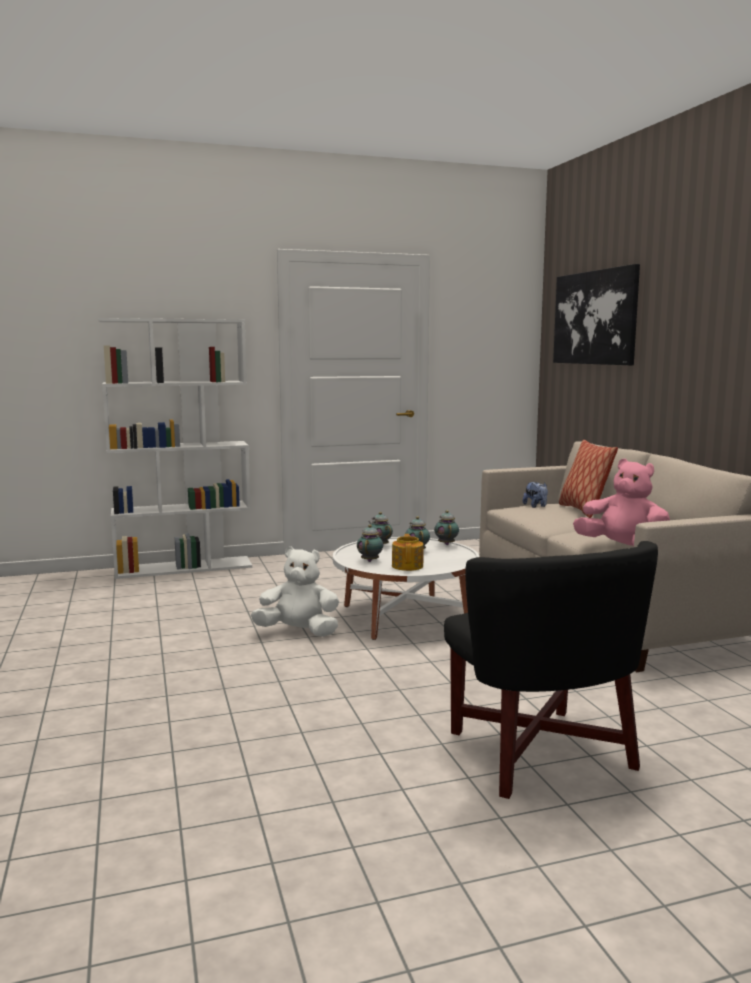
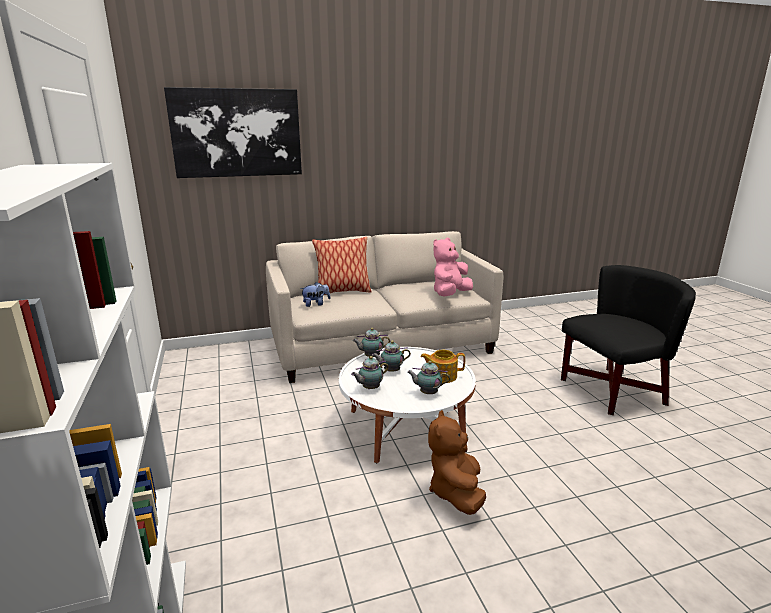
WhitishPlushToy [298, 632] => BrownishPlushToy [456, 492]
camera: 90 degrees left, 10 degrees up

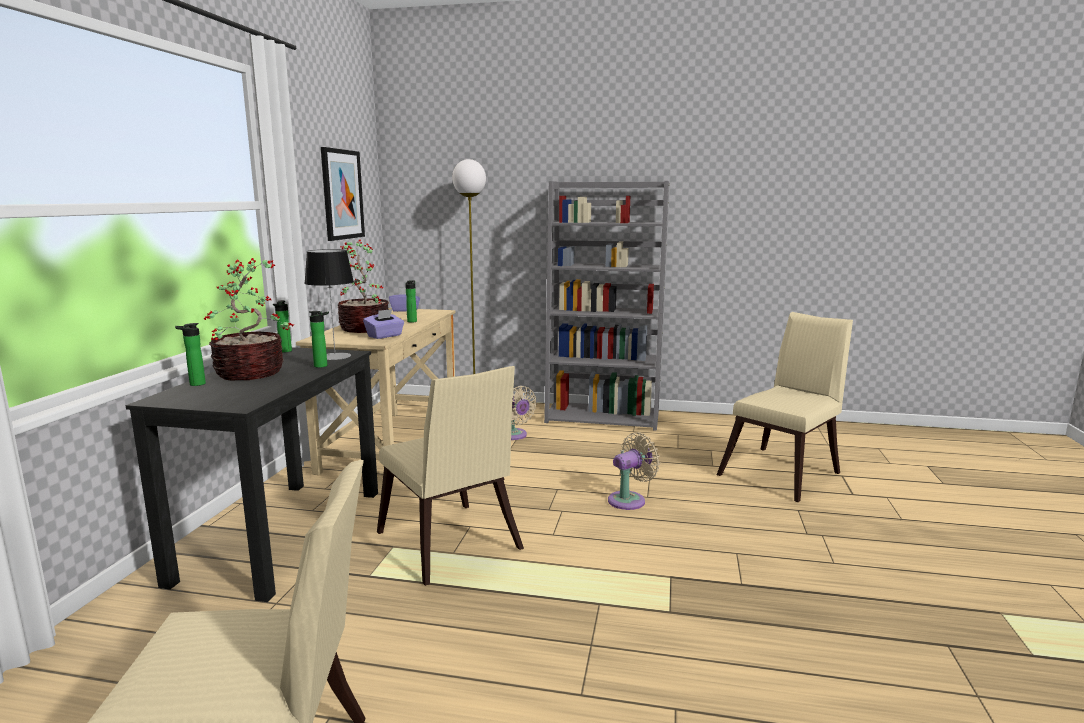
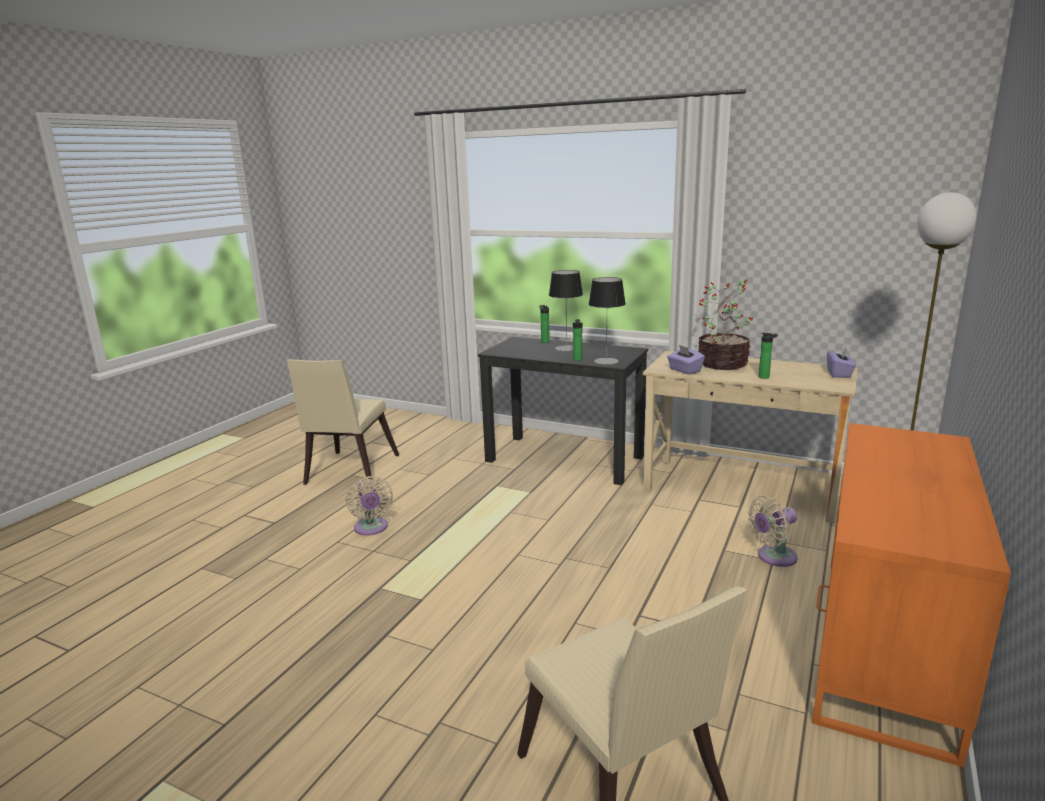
DrinkBottle [284, 351] => nothing
Picture [342, 194] => nothing
SandColouredUprightChair [450, 546] => nothing
SandColouredFan [630, 500] => SandColouredFan [371, 529], moved
Houseplant [252, 373] => LampForATable [566, 348]
GreyShelvingUnit [604, 416] => OrangeDesk [883, 646]
camera: 105 degrees right, 5 degrees up

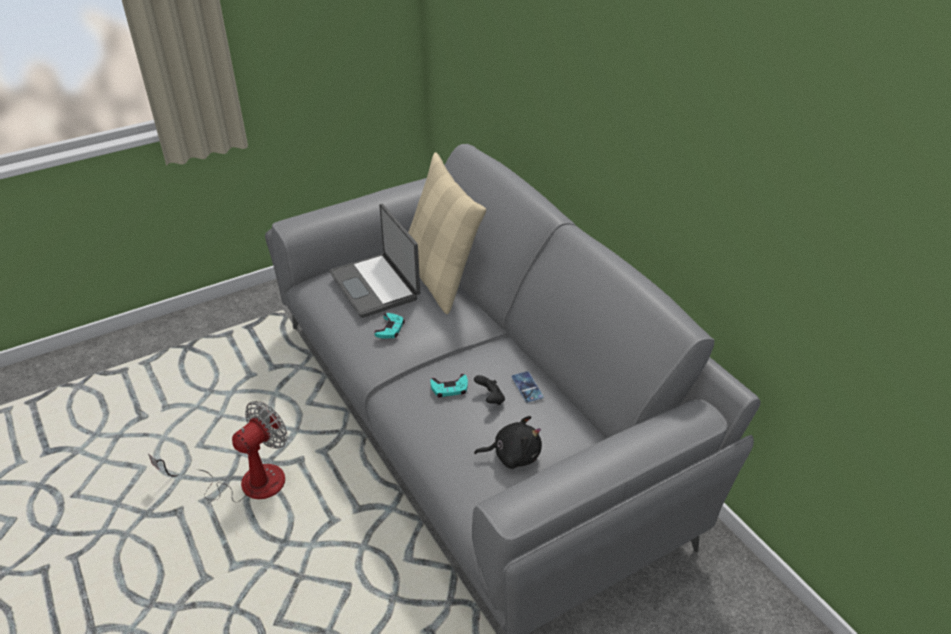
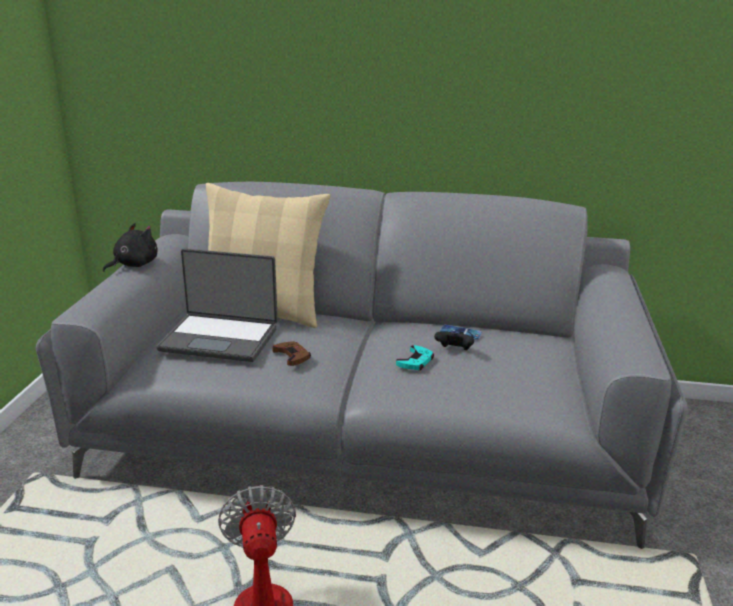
BlackPlushToy [513, 455] => BlackPlushToy [133, 265], moved
BlueGreenGameController [390, 329] => BrownishGameController [292, 356]
camera: 50 degrees left, 15 degrees down

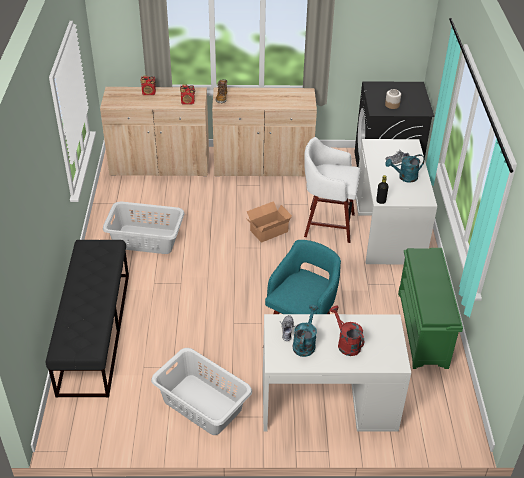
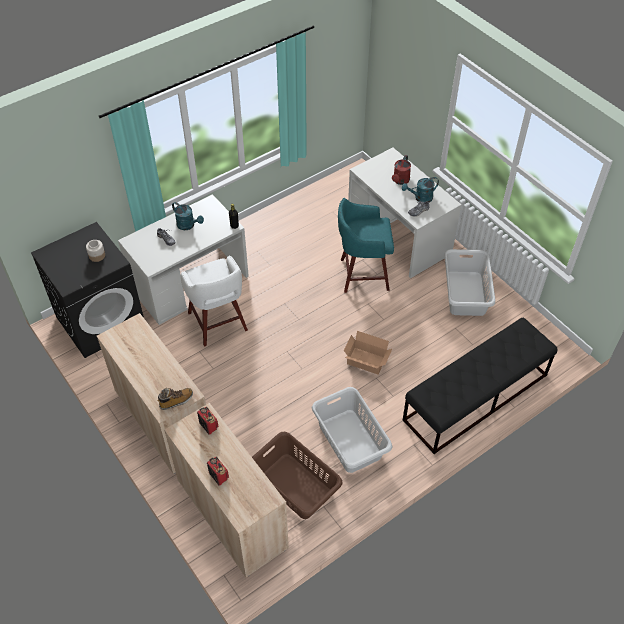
GreenishShoeStand [423, 330] => nothing
nothing => BrownishHamper [295, 486]
CardboardBox [267, 230] => CardboardBox [366, 362], moved
camera: 125 degrees left, 10 degrees up

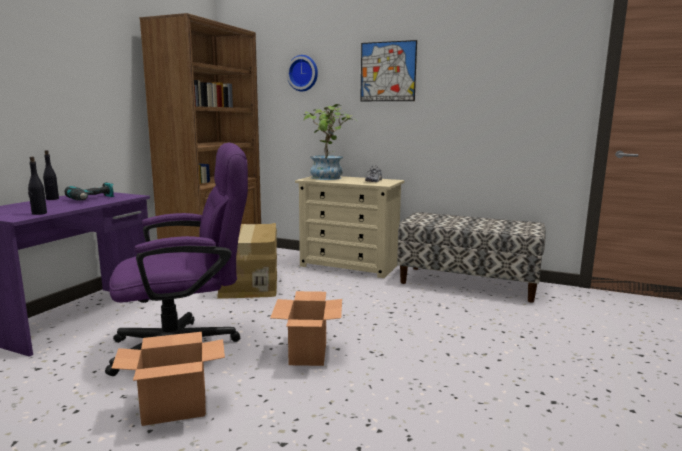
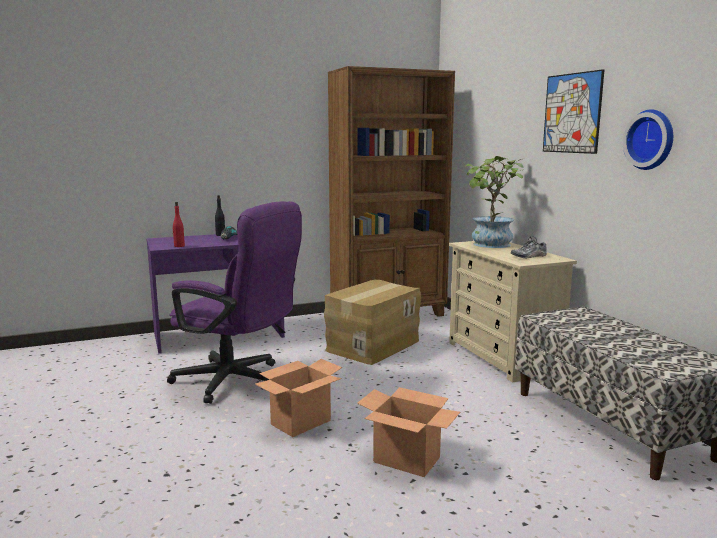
CardboardBox [176, 408] => CardboardBox [407, 460], moved
HangingClock [303, 73] => HangingClock [651, 139], moved
BlackDrinkBottle [39, 213] => RedDrinkBottle [179, 246]
camera: 45 degrees right, 0 degrees up

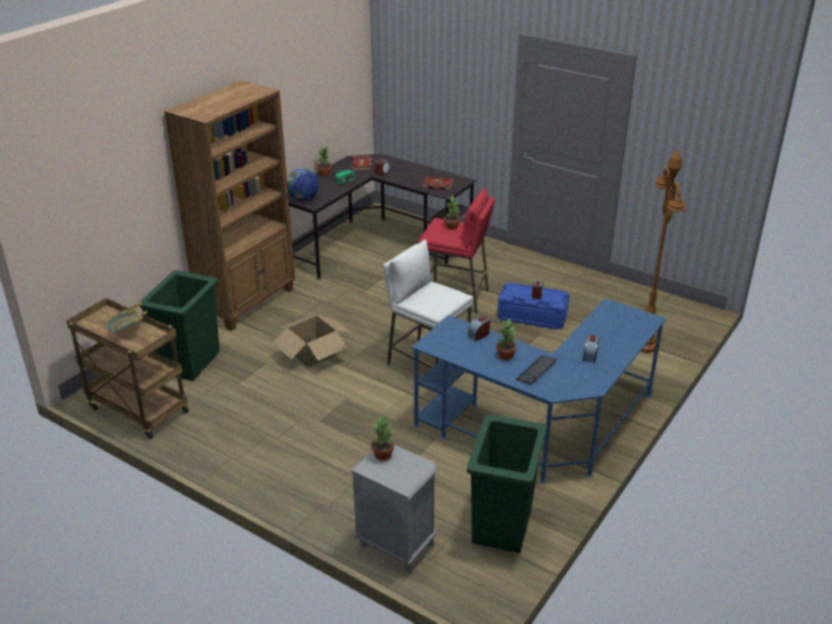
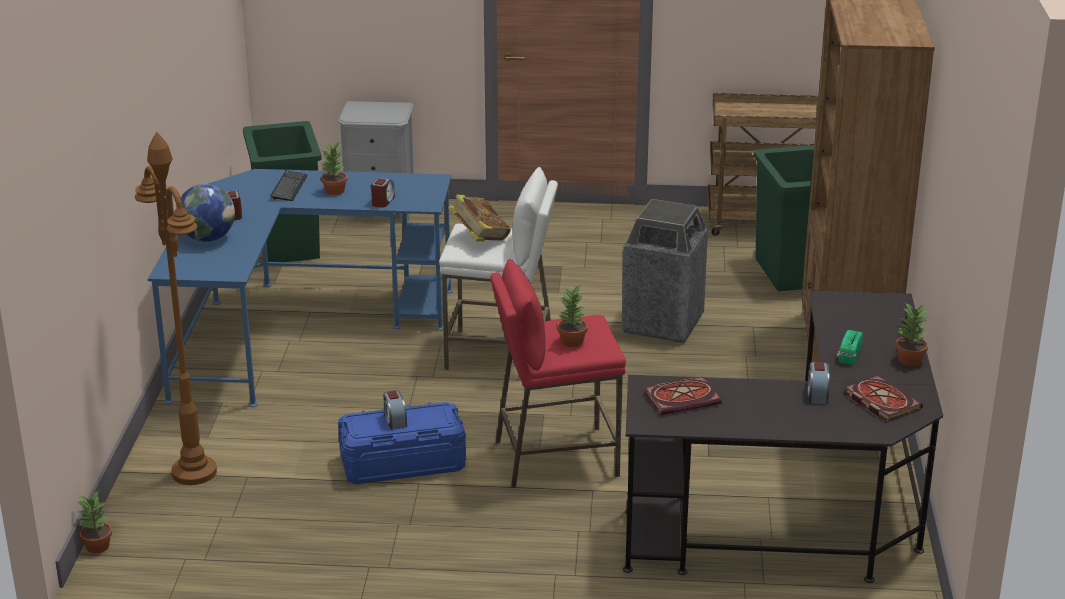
Volume [130, 331] => Volume [479, 238], moved
DeskGlobe [303, 199] => DeskGlobe [208, 238], moved
Houseplant [383, 455] => Houseplant [97, 547], moved
CardboardBox [313, 352] => TrashCan [663, 323]
camera: 150 degrees right, 5 degrees down

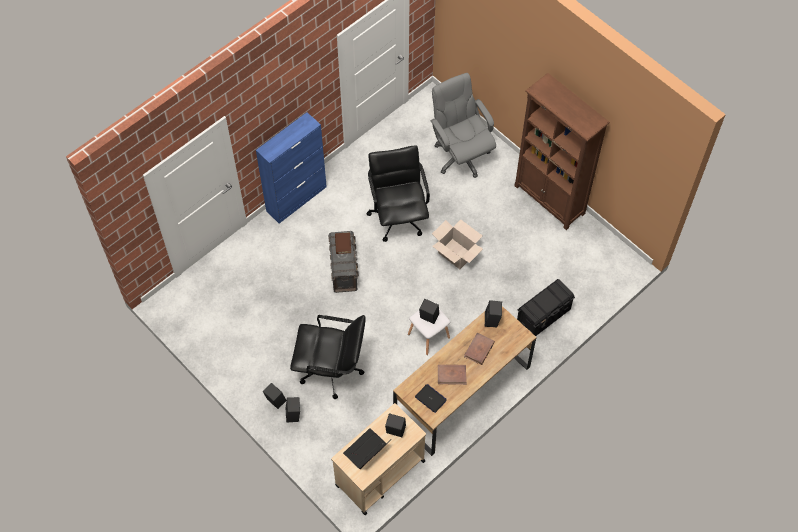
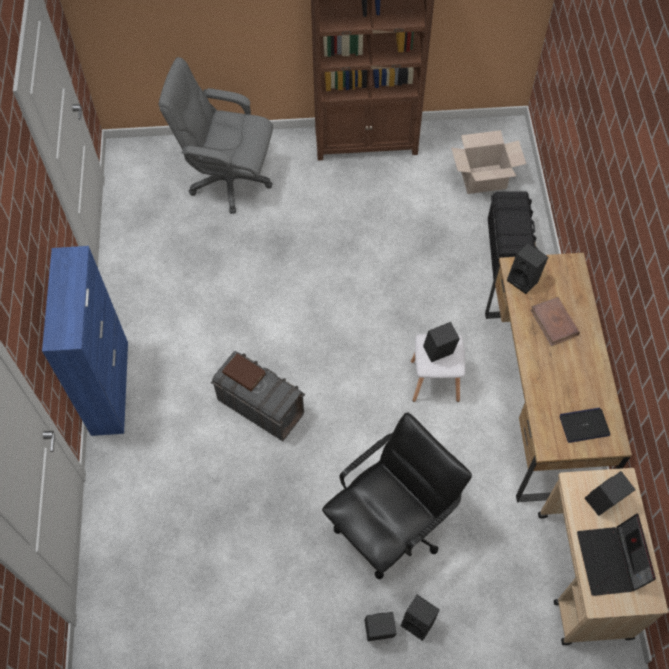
BlackOfficeChair [398, 216] => nothing
BrownishVolume [452, 375] => nothing
CardboardBox [456, 254] => CardboardBox [483, 179], moved
camera: 50 degrees left, 0 degrees up

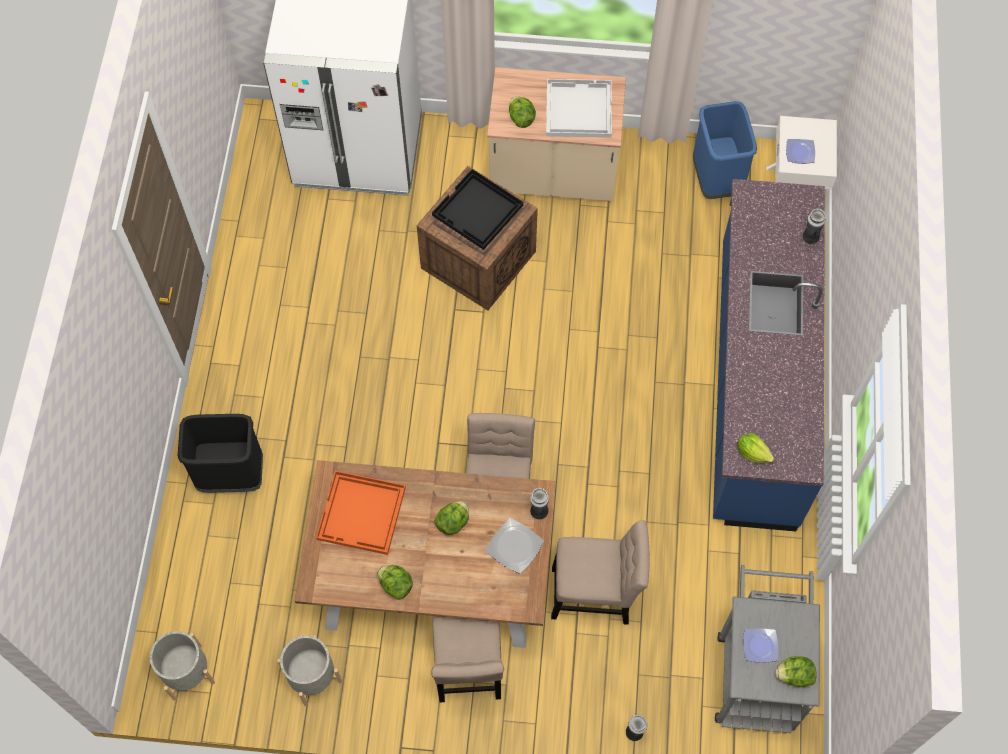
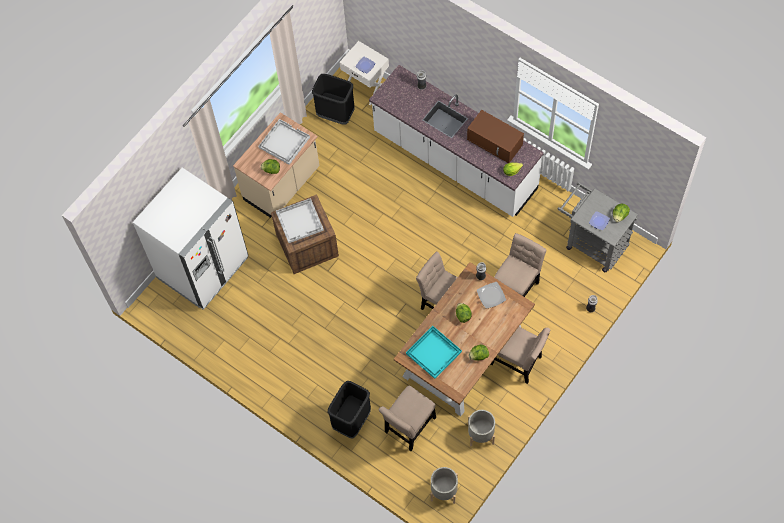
nothing => SandColouredUprightChair [409, 427]
nothing => BrownishMicrowaveOven [495, 142]
OrangeServingTray [362, 514] => BlueGreenServingTray [434, 352]
BlackServingTray [477, 211] => WhitishServingTray [300, 221]
BlueColouredTrashCan [717, 179] => BlackTrashCan [336, 114]
BlueColouredKitchenCounter [754, 383] => WhitishKitchenCounter [454, 162]
camera: 55 degrees left, 0 degrees up

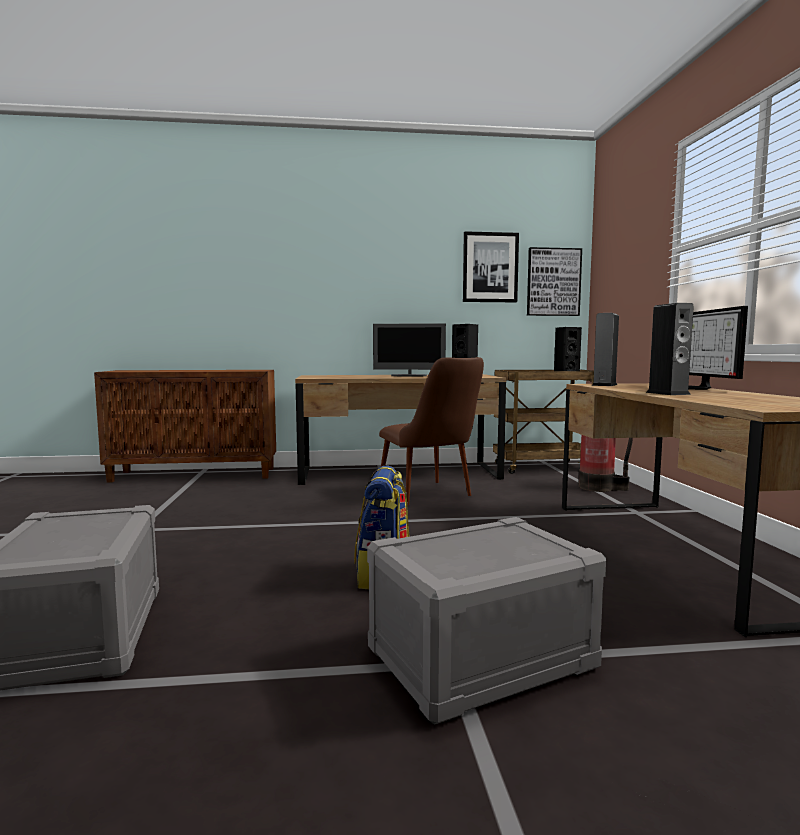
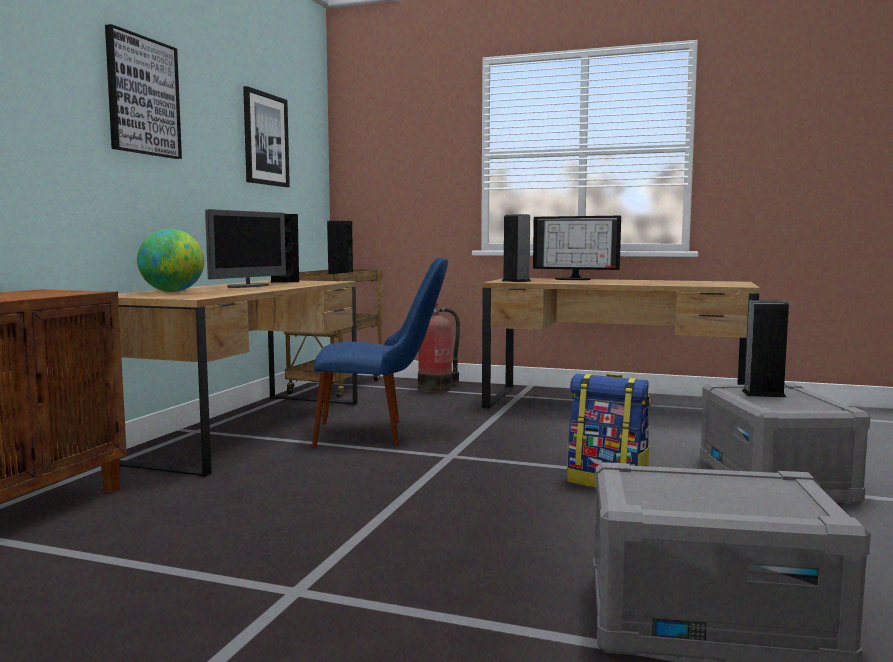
nothing => DeskGlobe [172, 291]
Picture [553, 282] => Picture [142, 96], moved
Loudspeaker [667, 393] => Loudspeaker [763, 394], moved
BrownishUprightChair [431, 496] => BlueColouredUprightChair [379, 433]
camera: 65 degrees left, 0 degrees up

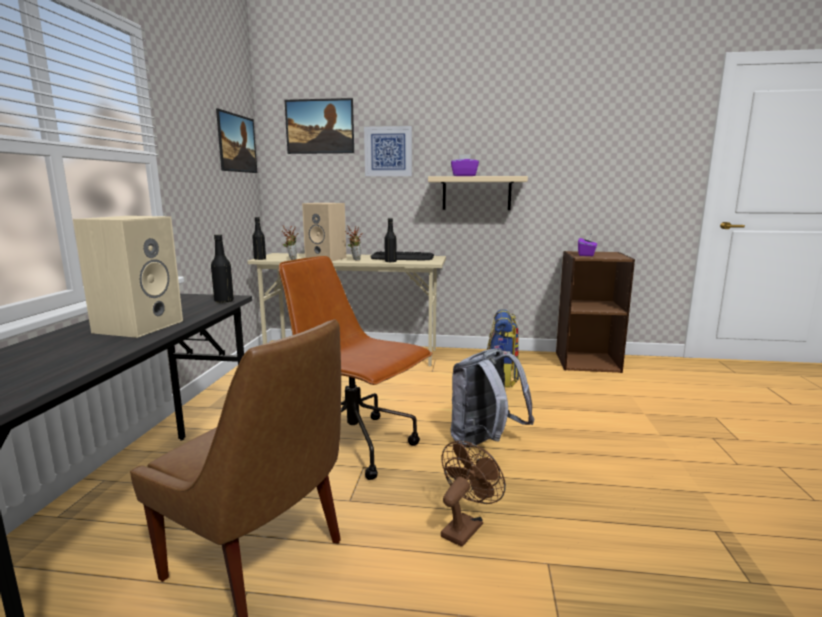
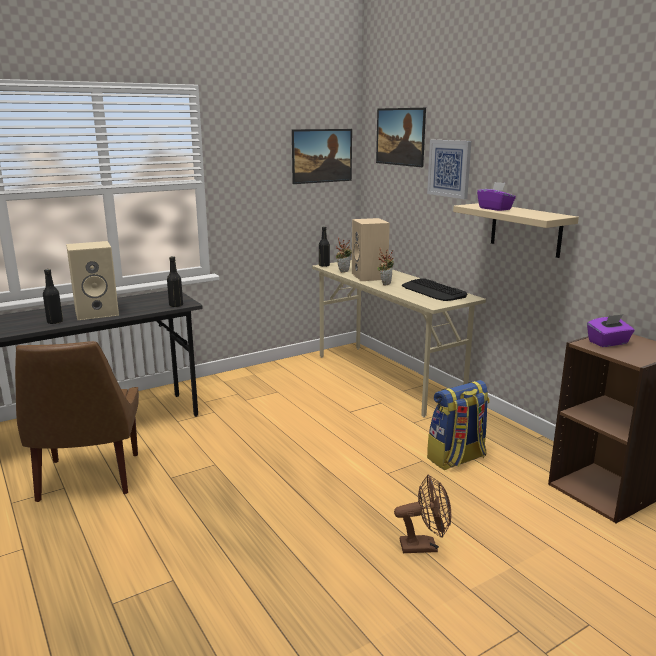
BrownishOfficeChair [355, 446] => nothing
GreyRucksack [484, 443] => nothing
BlackDrinkBottle [390, 262] => BlackDrinkBottle [55, 322], moved
BrownishFan [465, 526] => BrownishFan [424, 546], moved
camera: 50 degrees right, 5 degrees up

